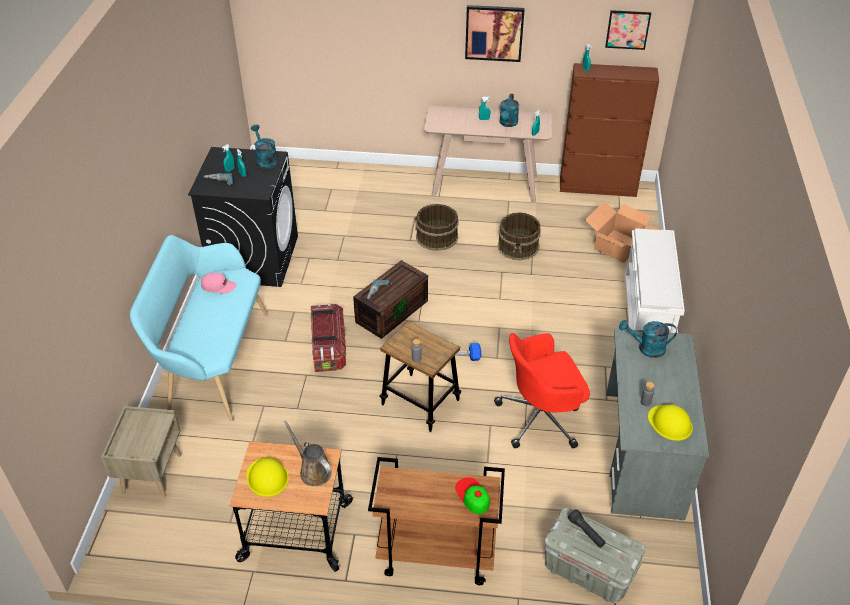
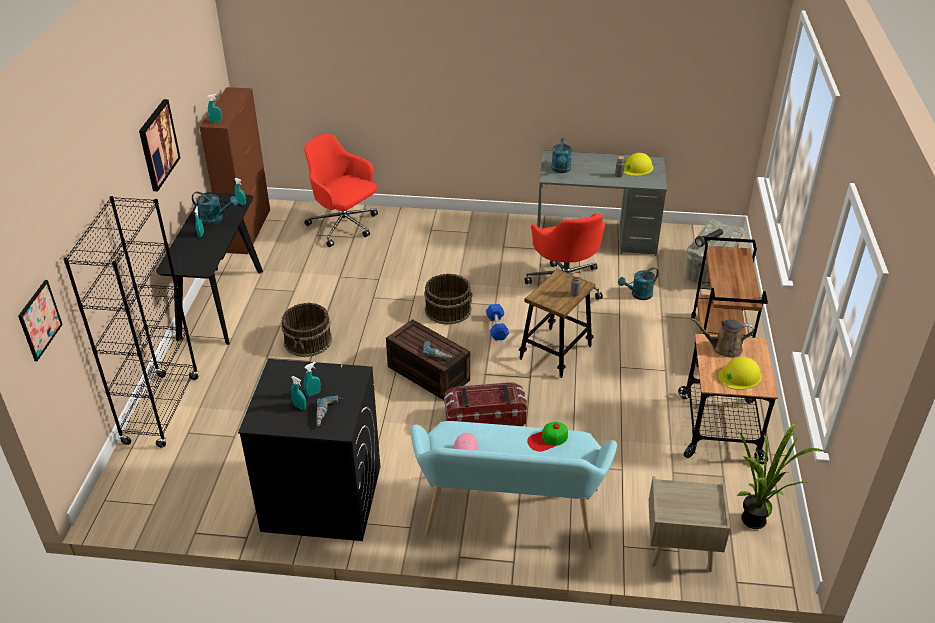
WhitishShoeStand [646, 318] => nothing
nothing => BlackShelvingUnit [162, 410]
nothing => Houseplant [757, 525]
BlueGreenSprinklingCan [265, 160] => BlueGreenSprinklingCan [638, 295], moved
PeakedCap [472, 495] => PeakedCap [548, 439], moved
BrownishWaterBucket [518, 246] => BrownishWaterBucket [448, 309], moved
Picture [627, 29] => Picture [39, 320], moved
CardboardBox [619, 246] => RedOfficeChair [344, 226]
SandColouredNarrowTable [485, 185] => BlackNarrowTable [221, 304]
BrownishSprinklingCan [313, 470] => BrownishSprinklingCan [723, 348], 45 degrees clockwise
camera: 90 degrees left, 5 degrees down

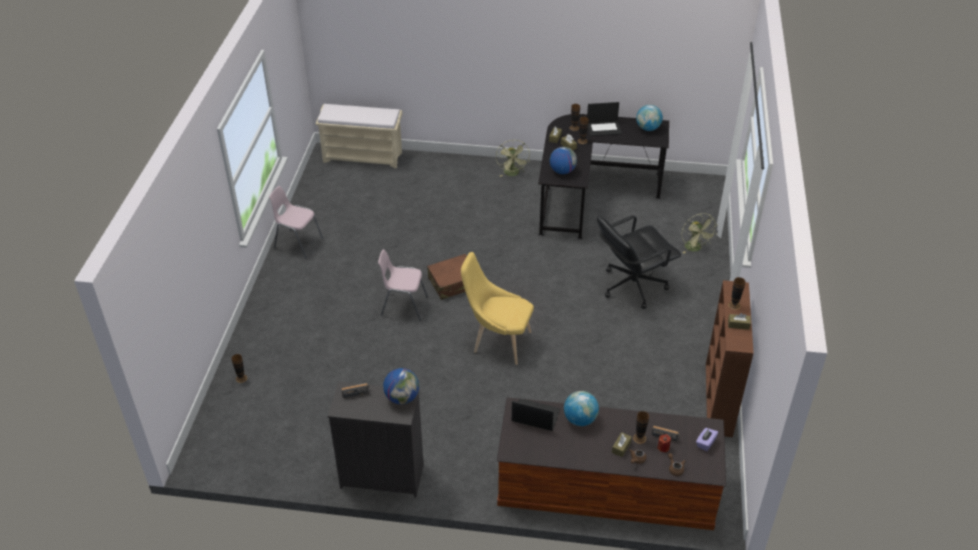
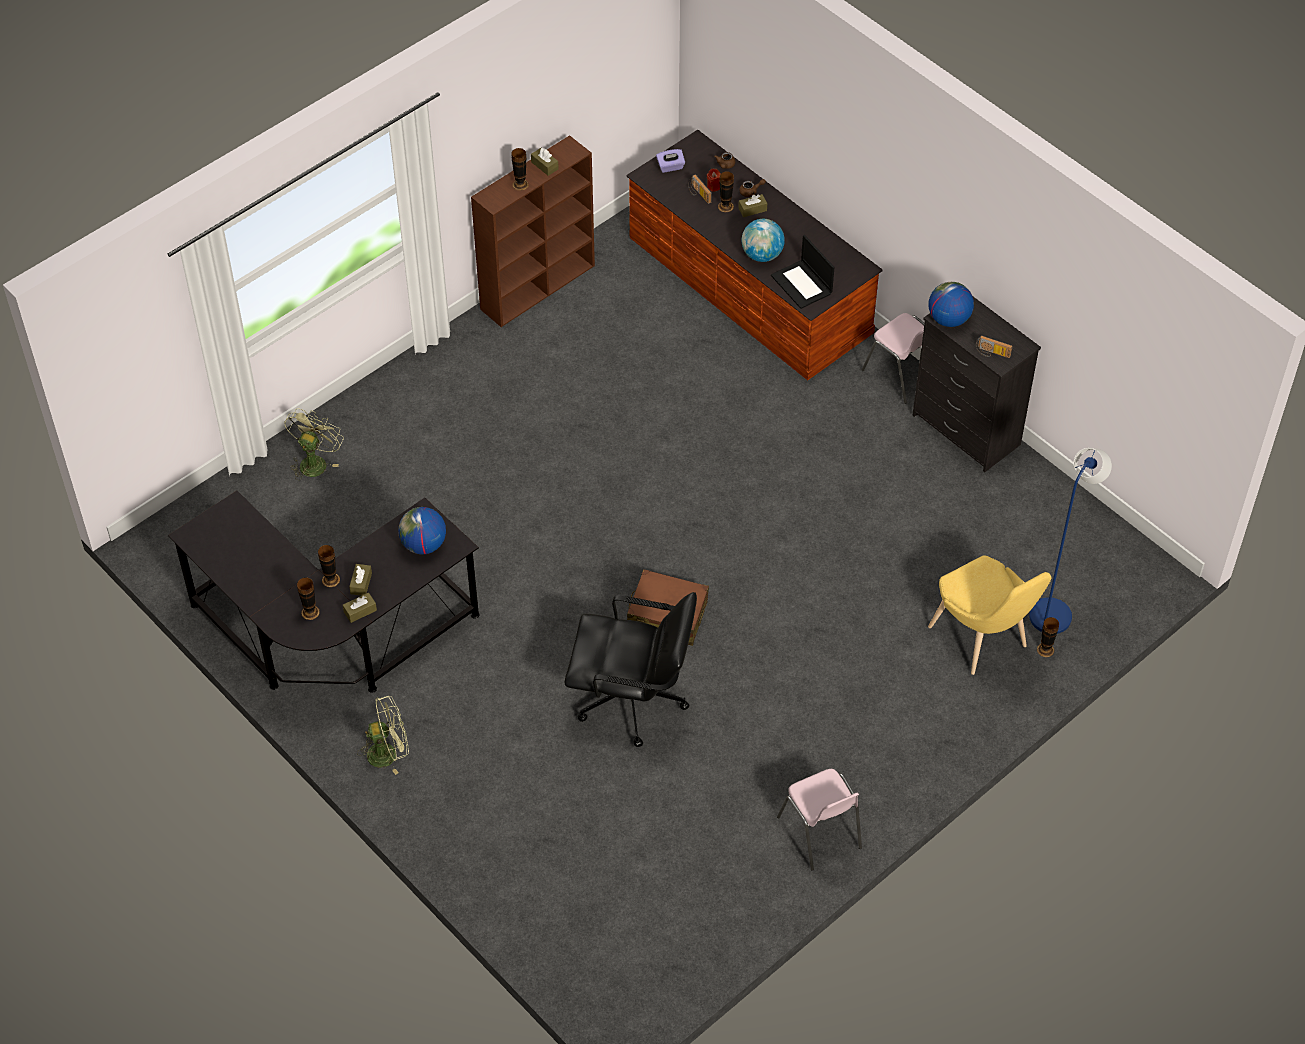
SandColouredLongSeat [363, 157] => nothing
NotebookComputer [604, 128] => nothing
DeskGlobe [648, 128] => nothing
nothing => BlueColouredStandardLamp [1054, 610]
PinkColouredUprightChair [403, 306] => PinkColouredUprightChair [901, 375], moved
YellowColouredUprightChair [498, 341] => YellowColouredUprightChair [982, 641], moved
BlackOfficeChair [632, 286] => BlackOfficeChair [633, 701], moved
GreenishFan [513, 174] => GreenishFan [388, 753], 45 degrees clockwise
camera: 140 degrees left, 10 degrees up

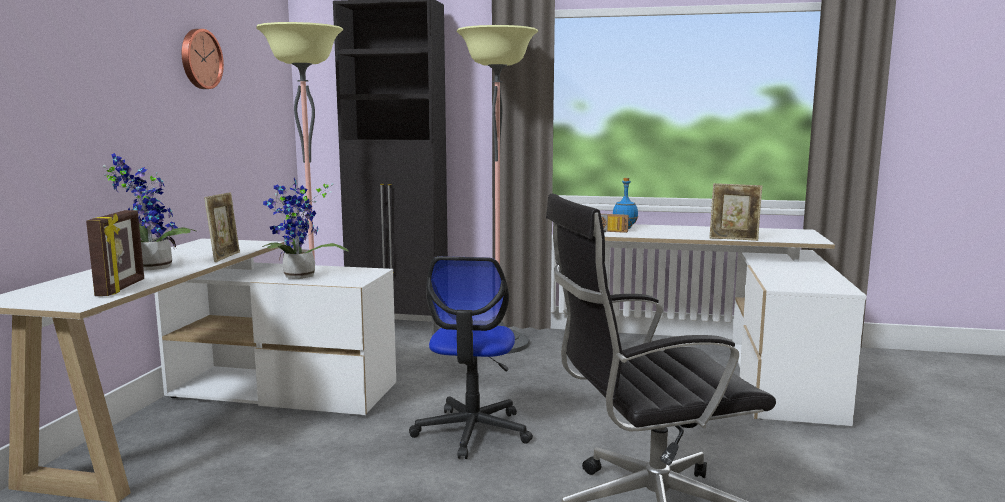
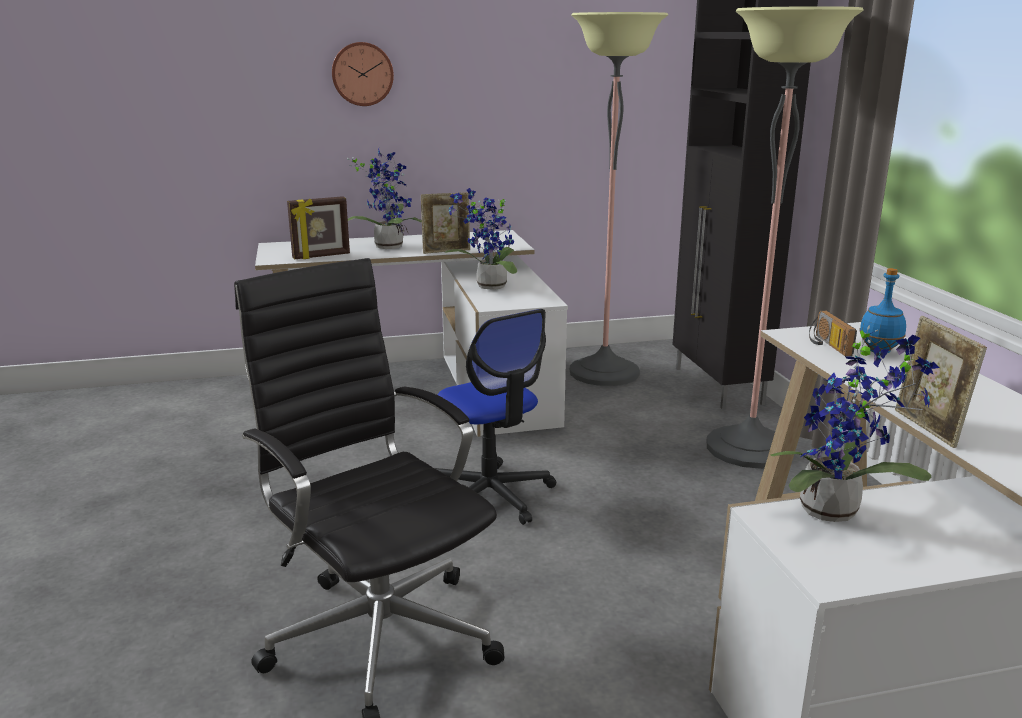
nothing => Houseplant [836, 511]
HangingClock [200, 59] => HangingClock [362, 74], moved
OfficeChair [472, 432] => OfficeChair [491, 495], 105 degrees counterclockwise
camera: 65 degrees right, 10 degrees up

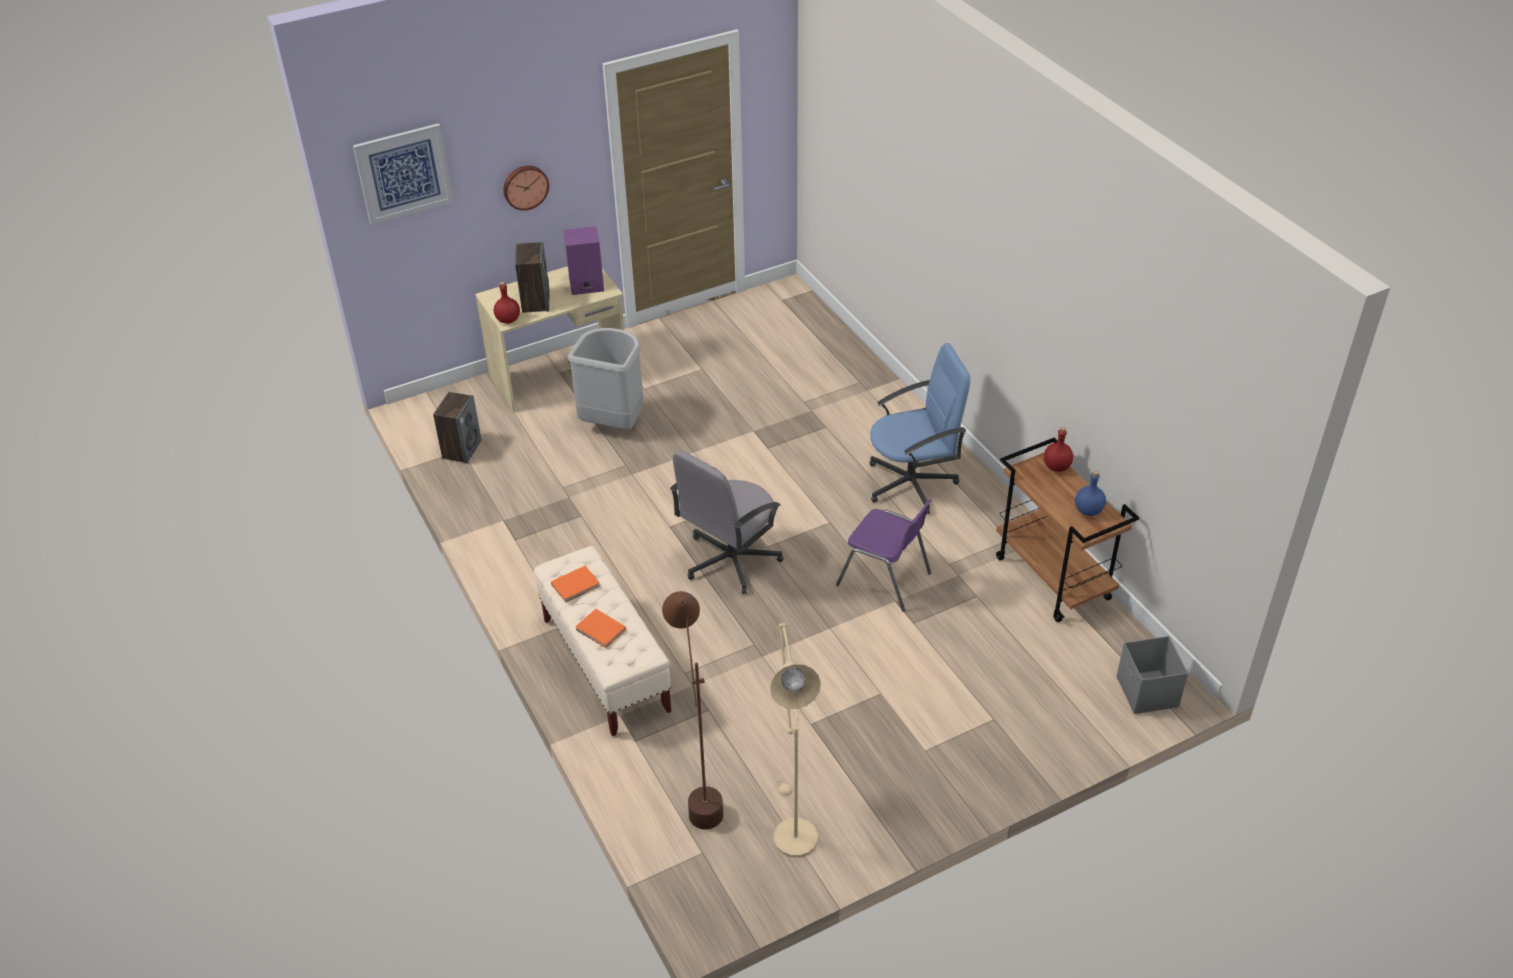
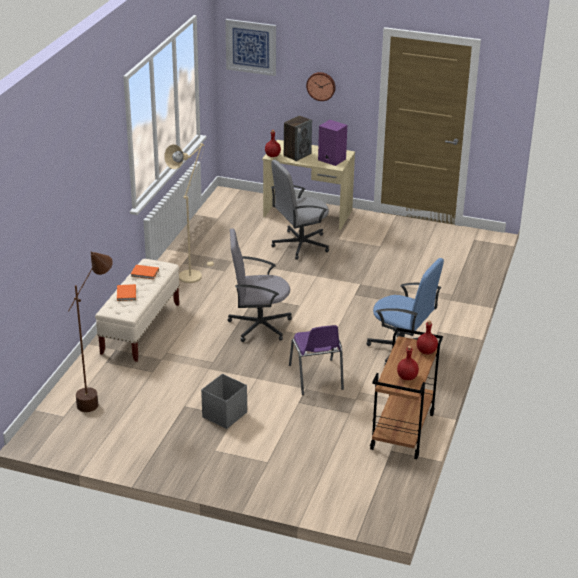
Loudspeaker [461, 449] => nothing
SandColouredStandardLamp [792, 830] => SandColouredStandardLamp [192, 274], moved
GreyStorageBox [1147, 693] => GreyStorageBox [224, 415], moved
GreyTrashCan [614, 423] => GreyOfficeChair [300, 245]
BlueColouredDrinkBottle [1088, 511] => RedDrinkBottle [407, 377]
camera: 45 degrees right, 10 degrees down

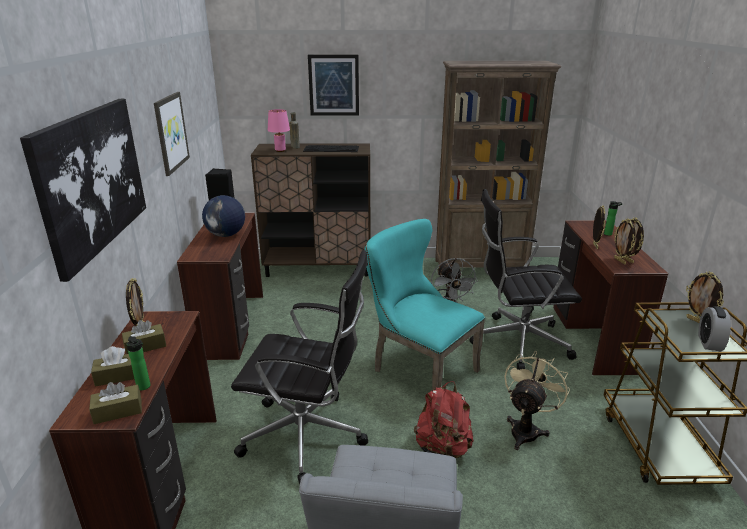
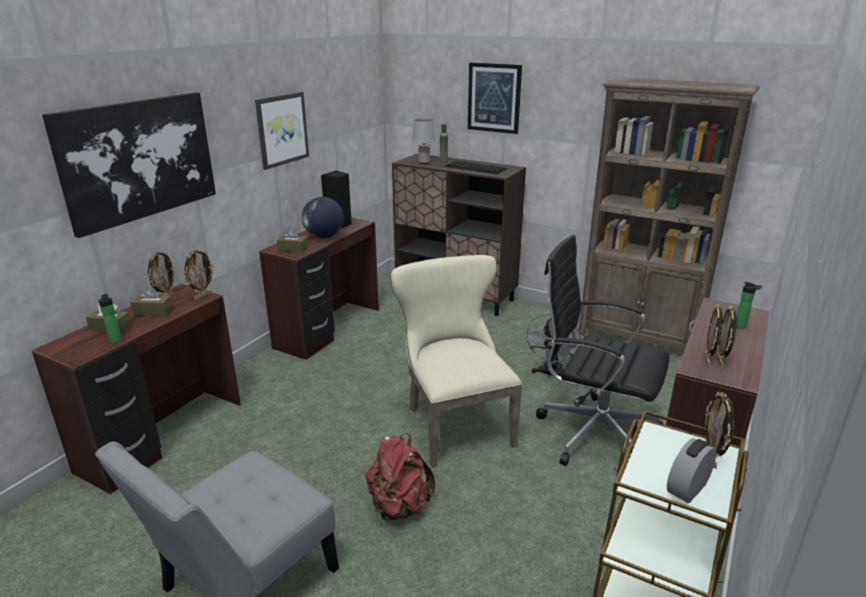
BlackOfficeChair [307, 436] => nothing
SandColouredFan [526, 429] => nothing
BrownishBoxOfTissues [118, 411] => BrownishBoxOfTissues [292, 249], moved
PictureFrame [594, 246] => PictureFrame [203, 296], moved
PinkColouredLampForATable [280, 150] => GreyLampForATable [424, 163]
BlueGreenUprightChair [418, 370] => SandColouredUprightChair [453, 423]
camera: 30 degrees right, 0 degrees up

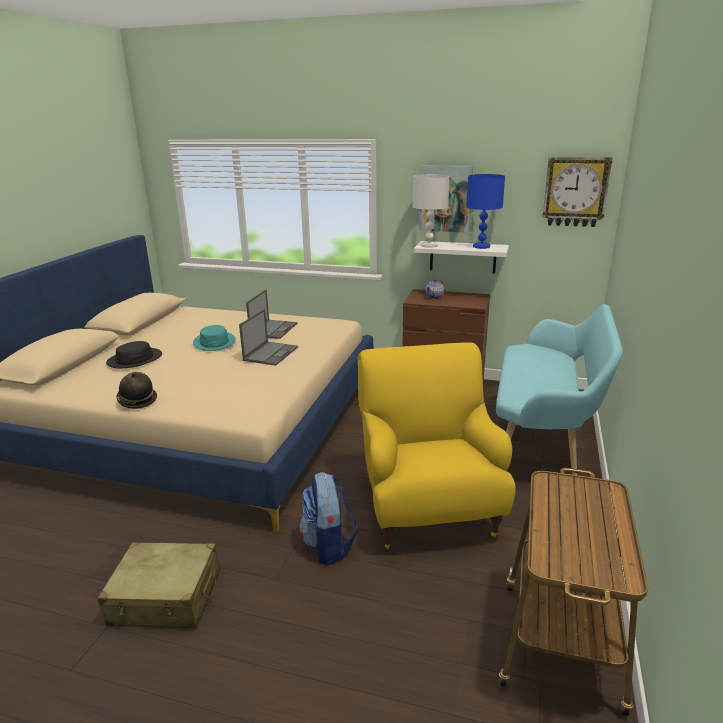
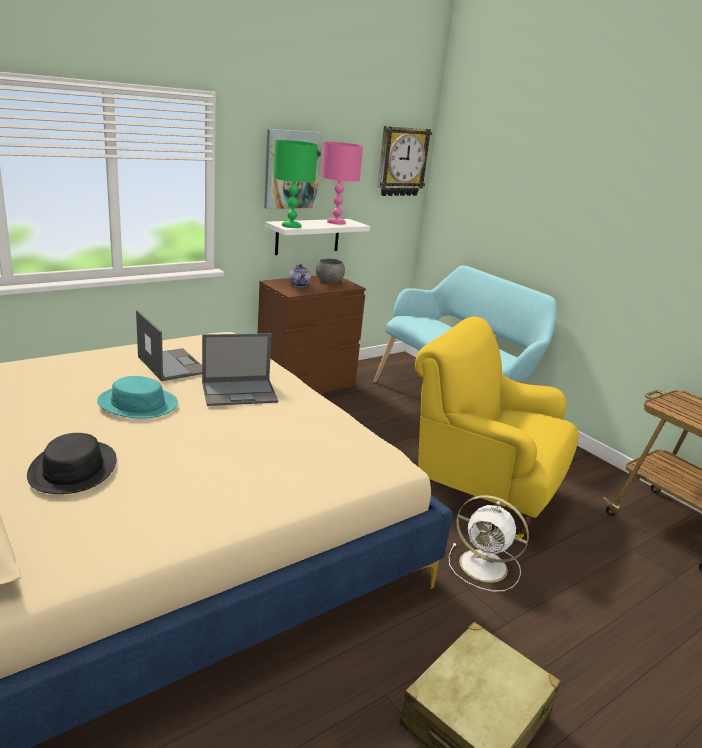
ClothingHat [137, 401] => nothing
nothing => GreyServingBowl [329, 281]
Rucksack [329, 546] => WhitishFan [485, 566]
WhitishLampForATable [429, 245] => GreenishLampForATable [291, 226]
BlueColouredLampForATable [482, 246] => PinkColouredLampForATable [336, 222]
NotebookComputer [271, 353] => NotebookComputer [240, 392], 105 degrees clockwise
camera: 55 degrees left, 0 degrees up

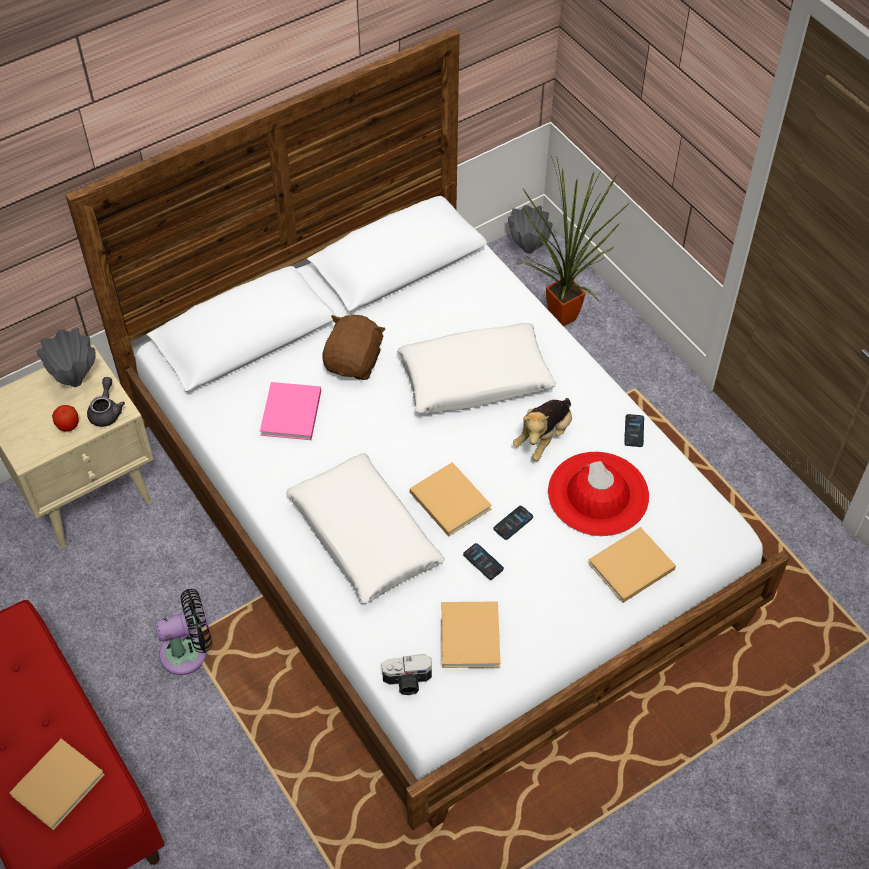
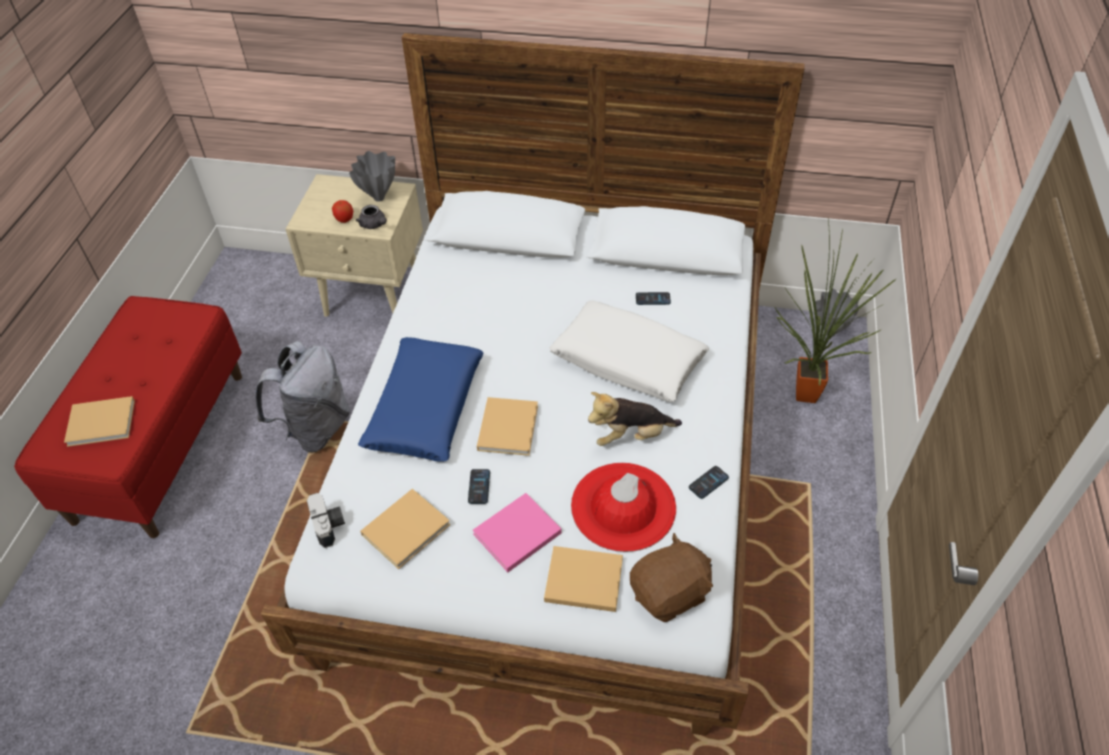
PinkColouredVolume [290, 414] => PinkColouredVolume [515, 535], moved
BrownishPlushToy [354, 362] => BrownishPlushToy [670, 593], moved
Handset [513, 523] => Handset [653, 299], moved
BlackFan [189, 652] => GreyRucksack [316, 428]
WhitishThrowPillow [364, 536] => BlueColouredThrowPillow [425, 408]
GreyTeapot [106, 411] => GreyTeapot [374, 225], 90 degrees clockwise
PhotoCamera [407, 682] => PhotoCamera [330, 525], 150 degrees counterclockwise
camera: 45 degrees right, 5 degrees down

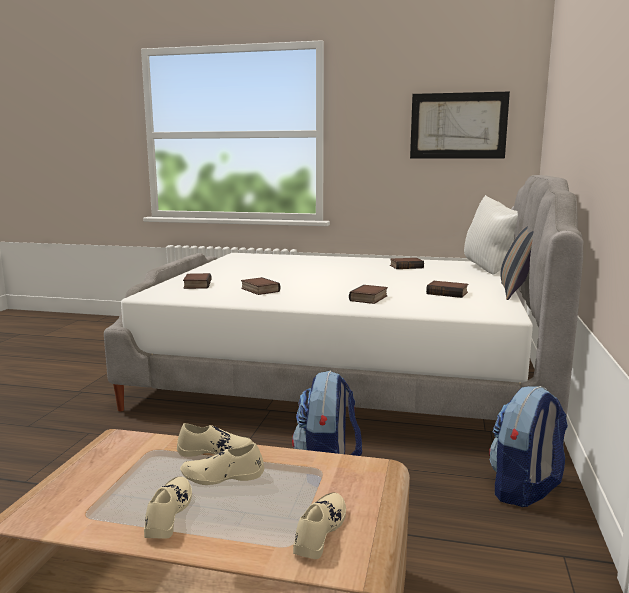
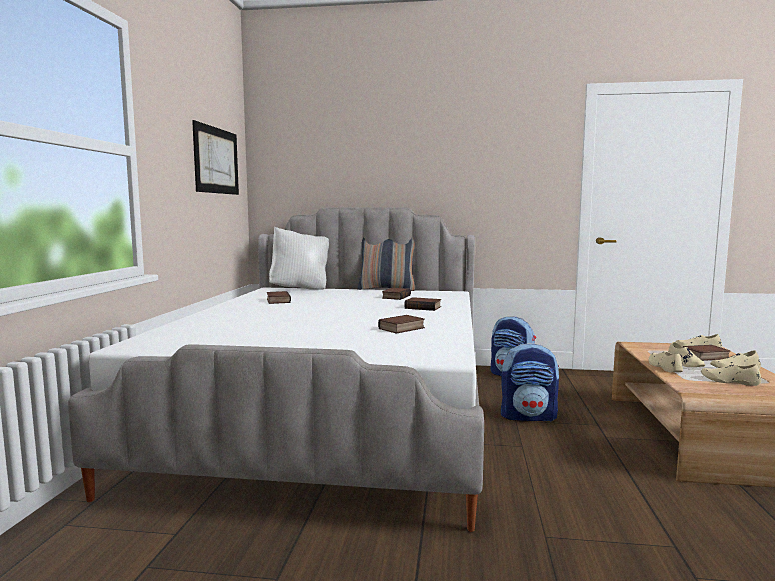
nothing => SandColouredShoe [729, 381]
Volume [196, 284] => Volume [705, 357], moved
camera: 95 degrees left, 5 degrees down

